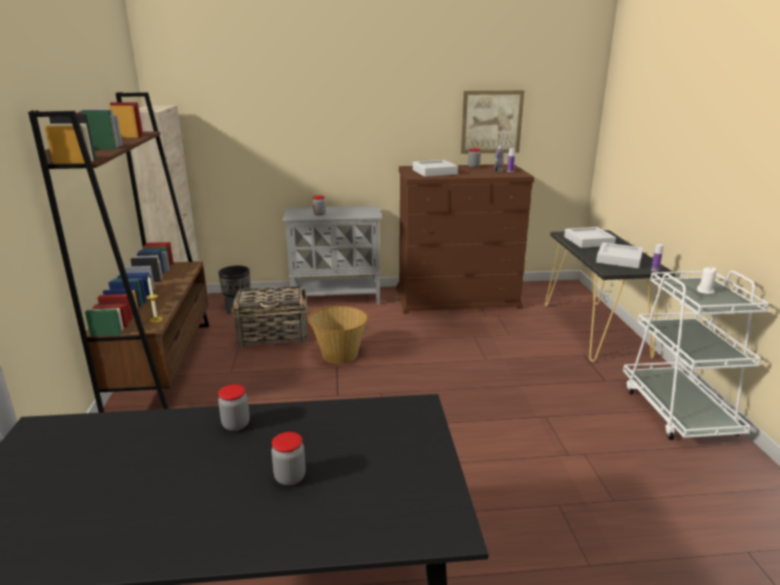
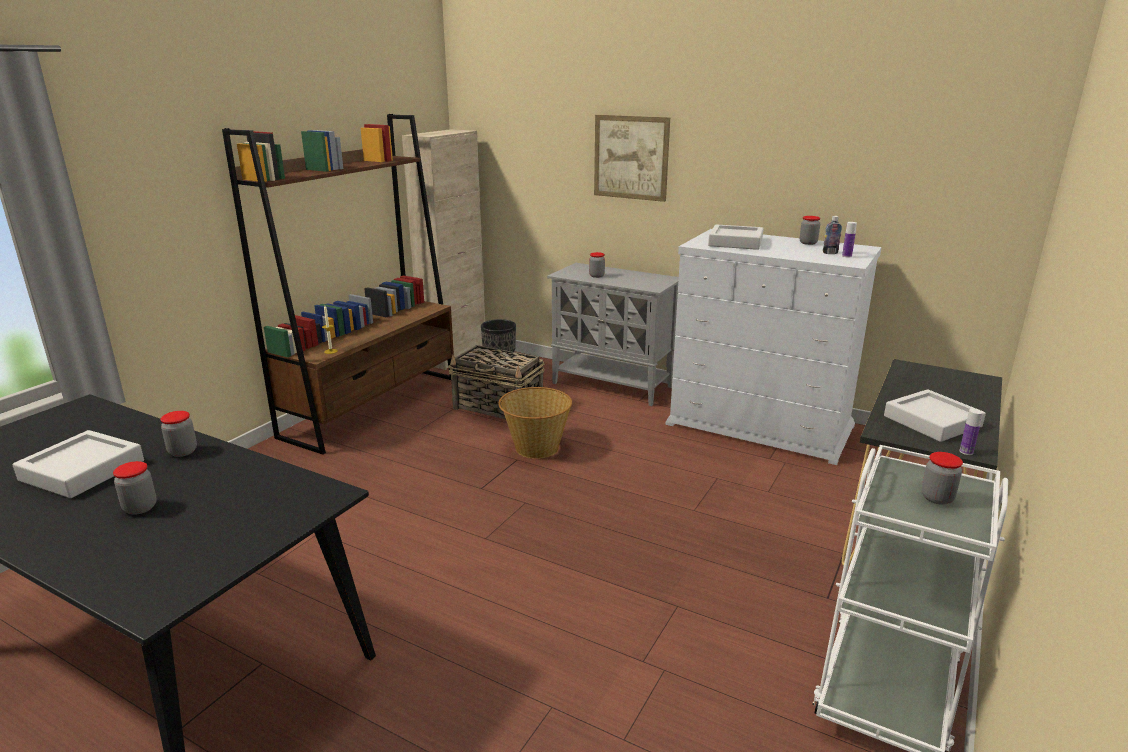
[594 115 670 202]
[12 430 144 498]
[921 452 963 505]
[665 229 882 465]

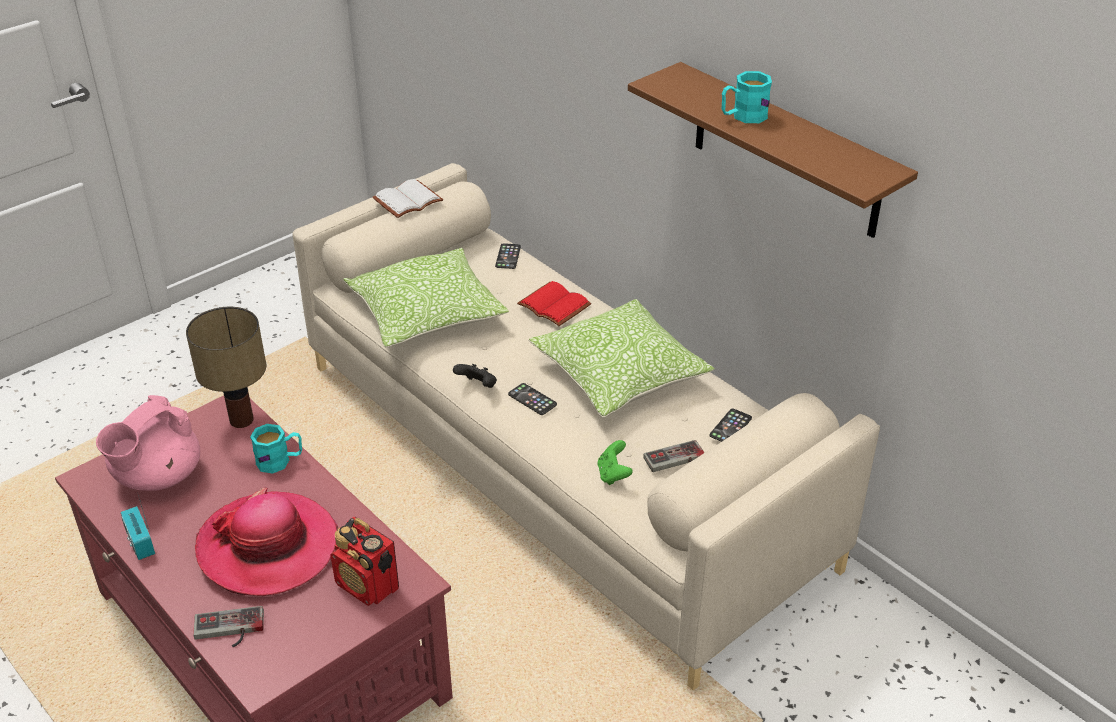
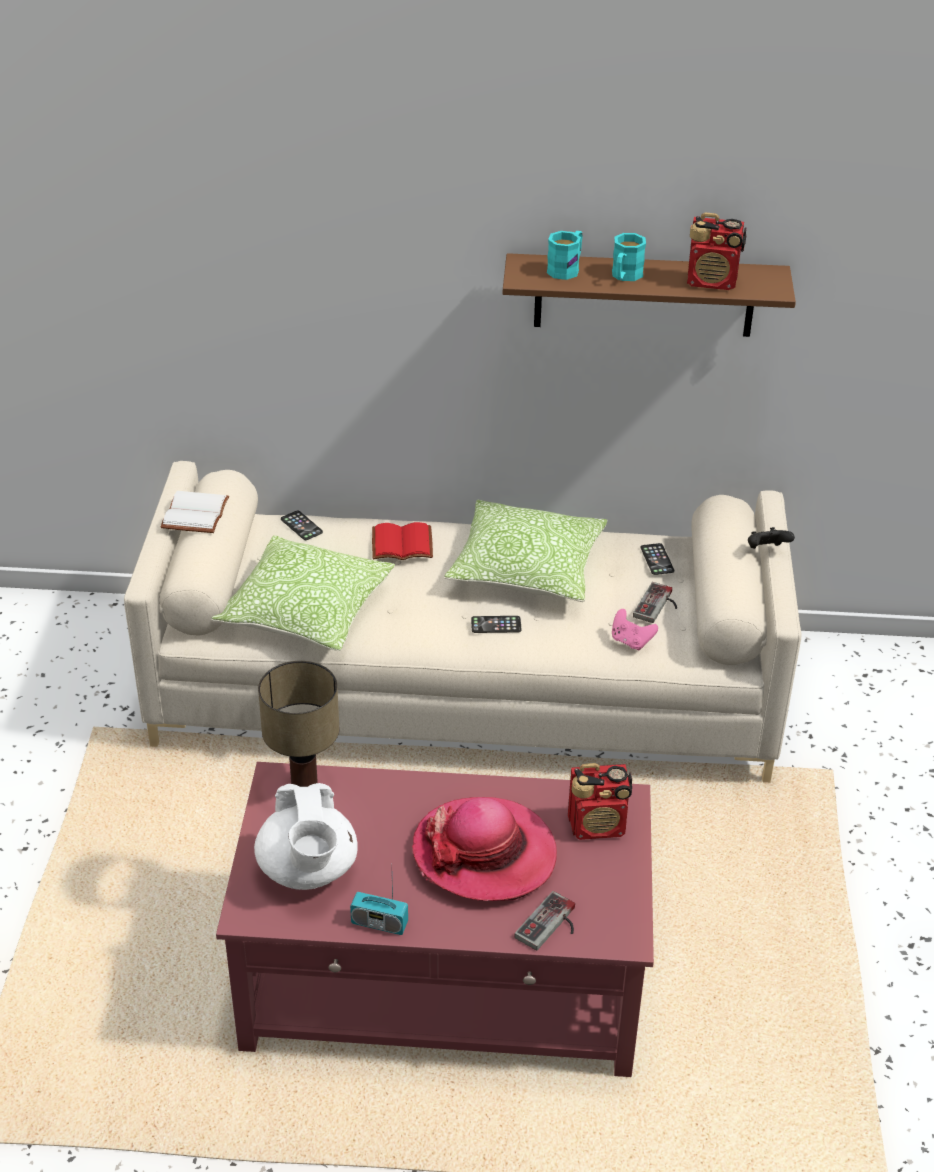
[687 212 747 290]
[547 231 583 280]
[748 527 795 549]
[254 783 358 890]
[612 609 658 650]

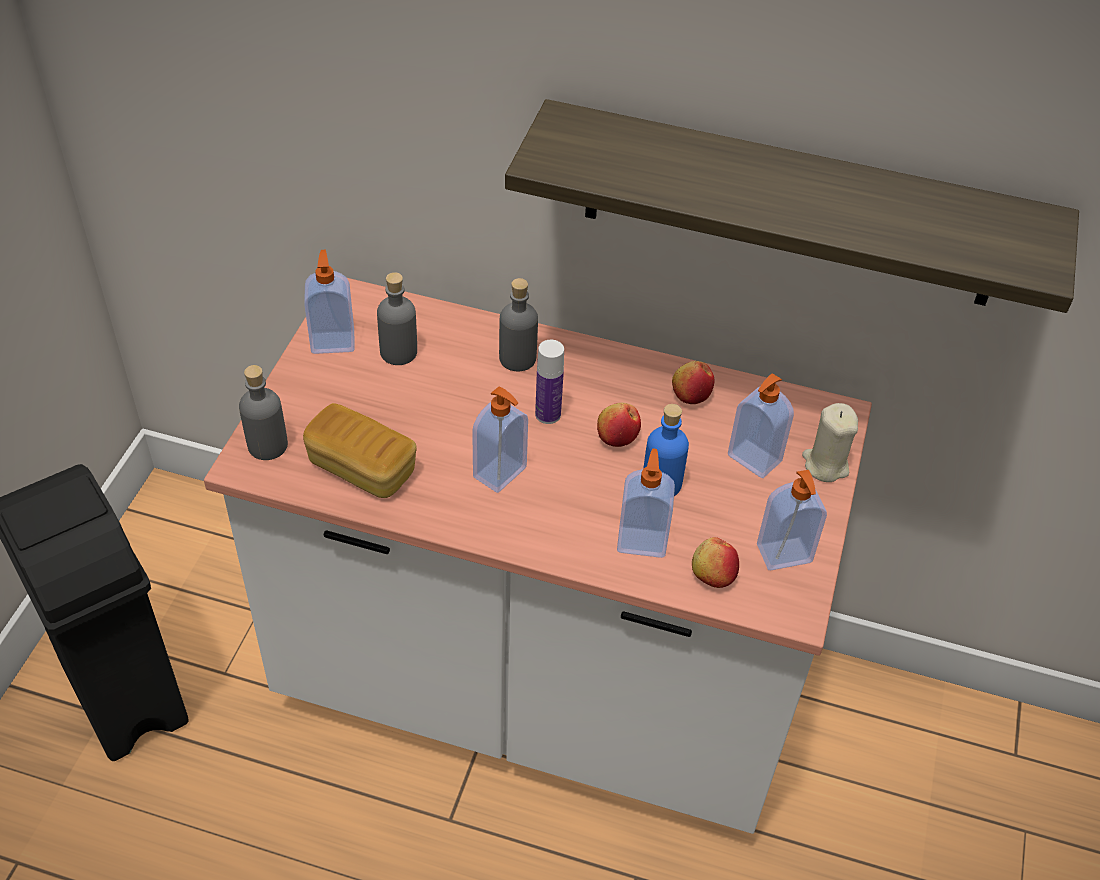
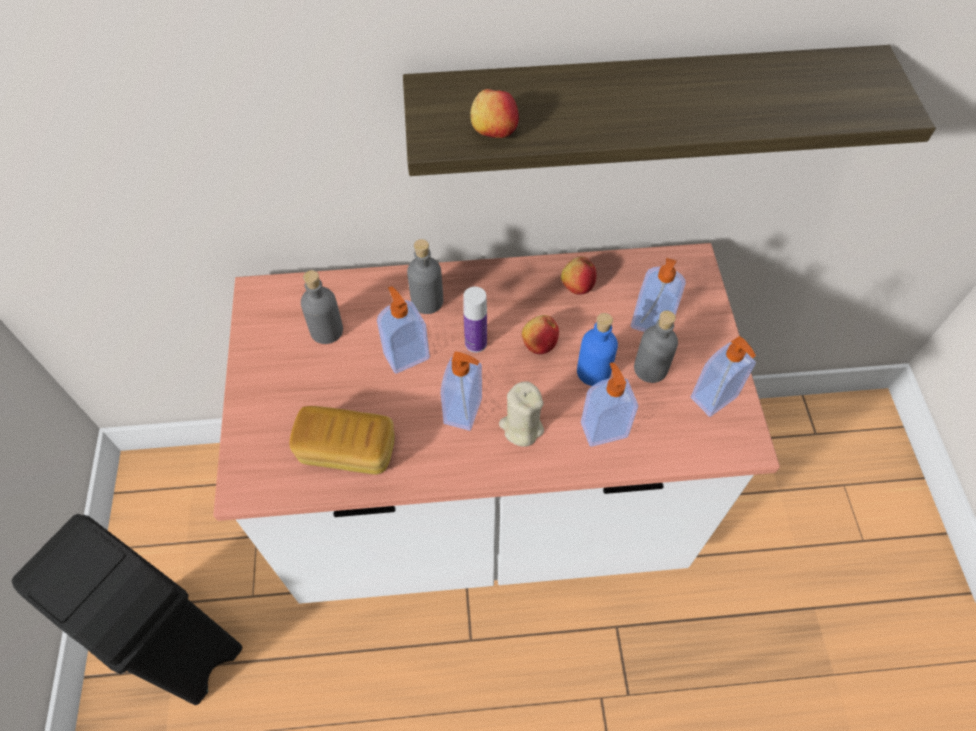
[634 311 678 383]
[377 286 430 374]
[470 89 519 138]
[499 381 544 447]

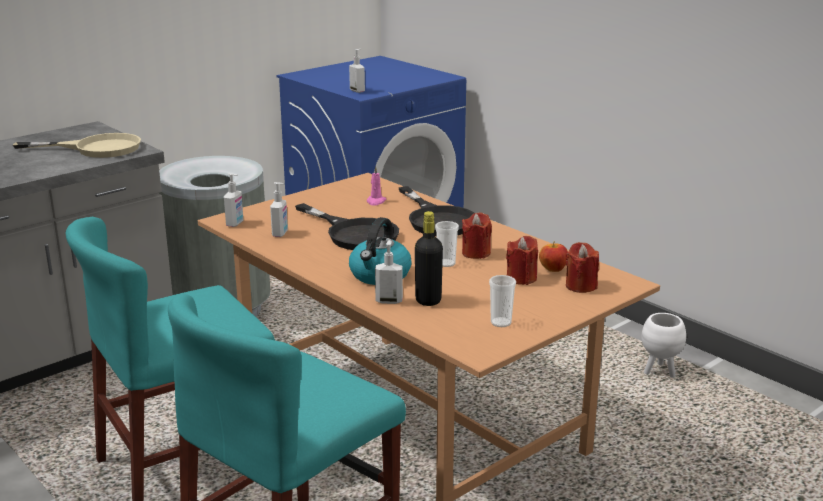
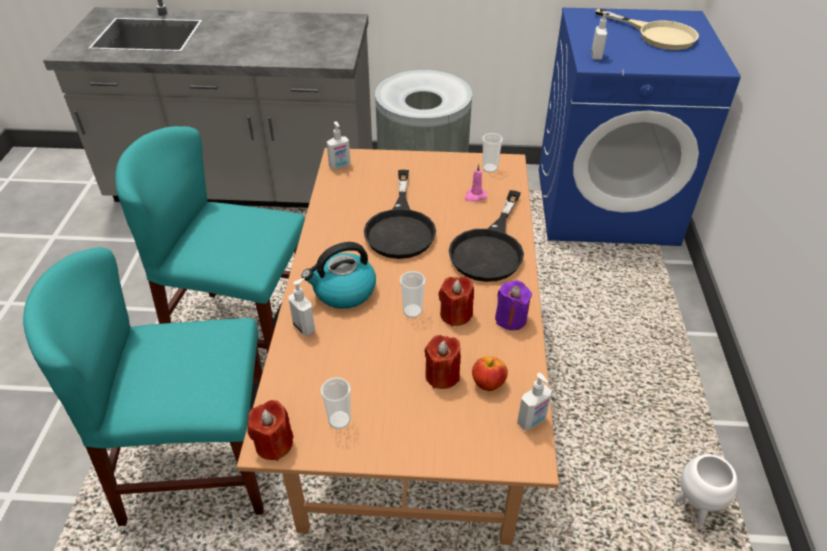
[415 211 443 306] (first image)
[482 133 503 173]
[495 280 532 330]
[595 9 699 50]
[517 373 552 430]
[248 400 294 461]

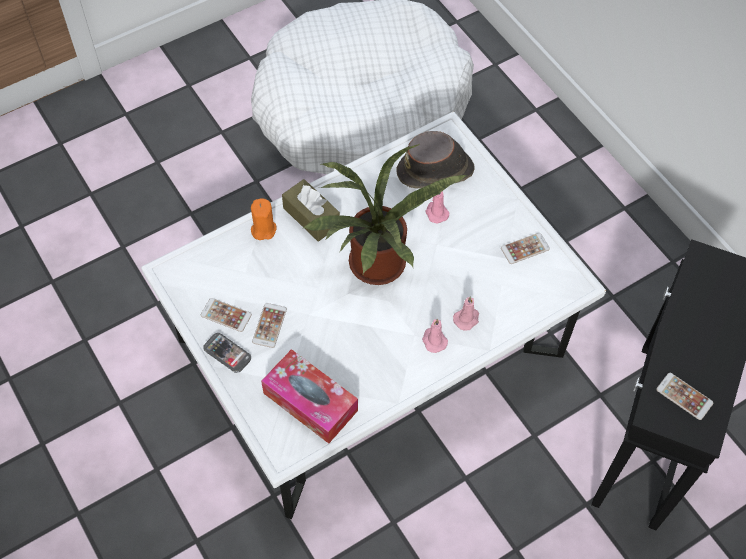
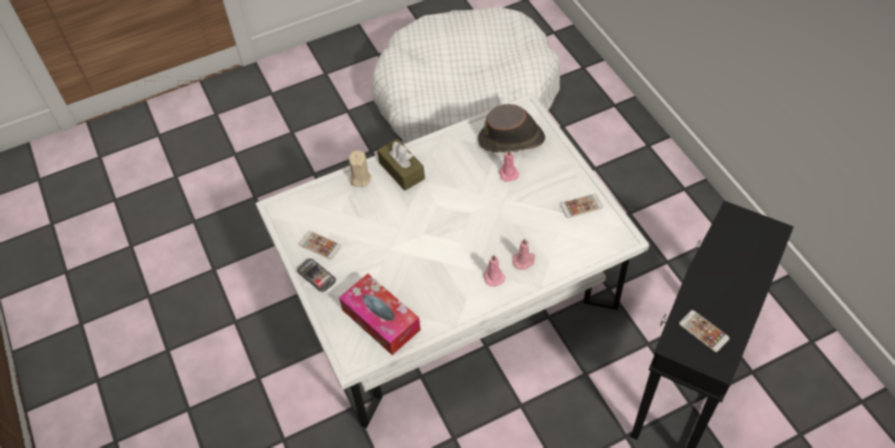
[252 303 287 348] (first image)
[302 144 467 285] (first image)
[348 150 371 187]

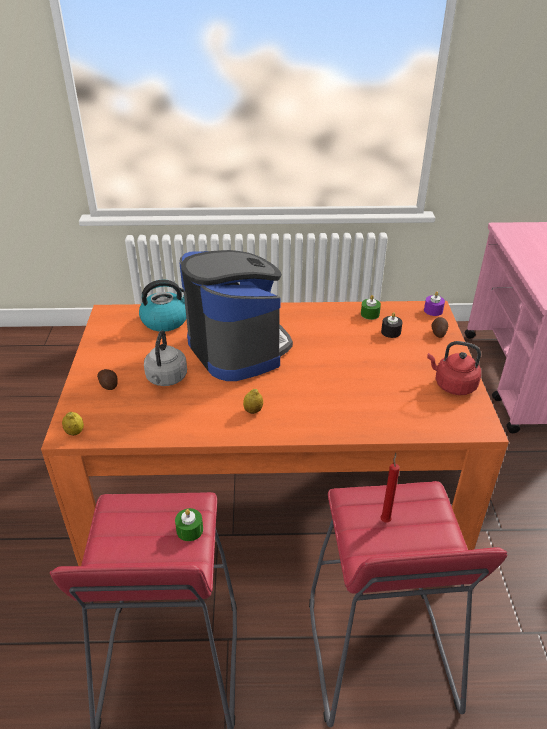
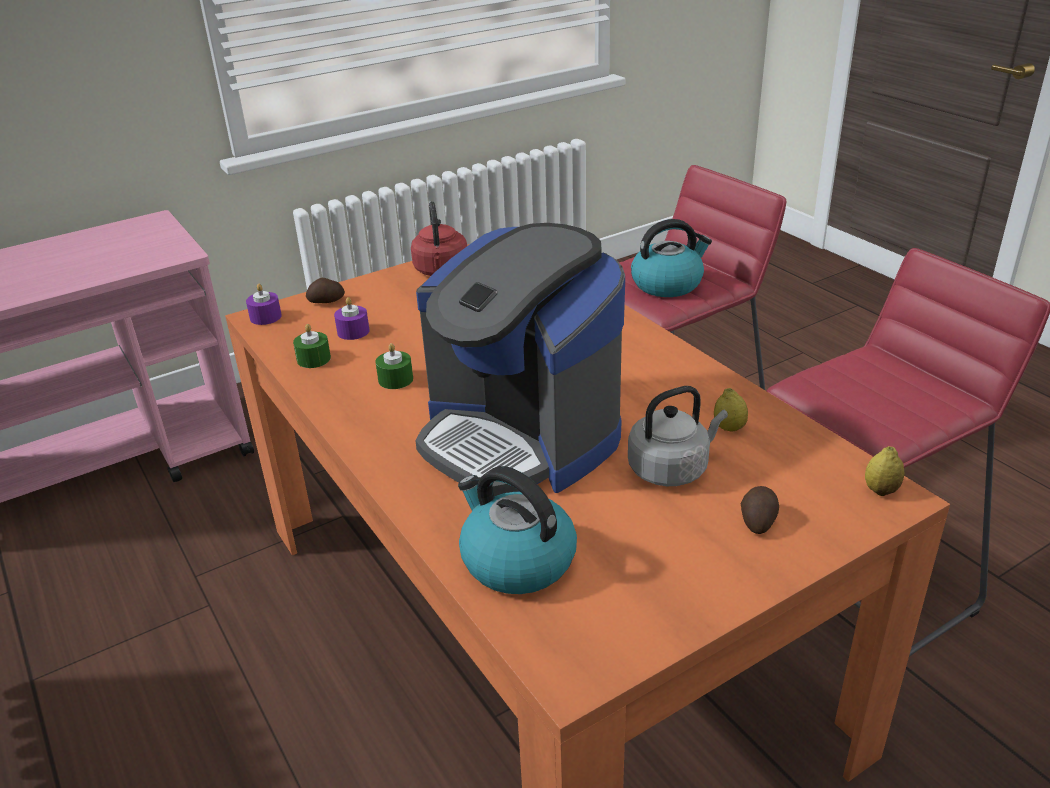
[375 343 413 389]
[714 388 748 432]
[631 219 712 297]
[334 297 369 340]
[415 223 625 496]

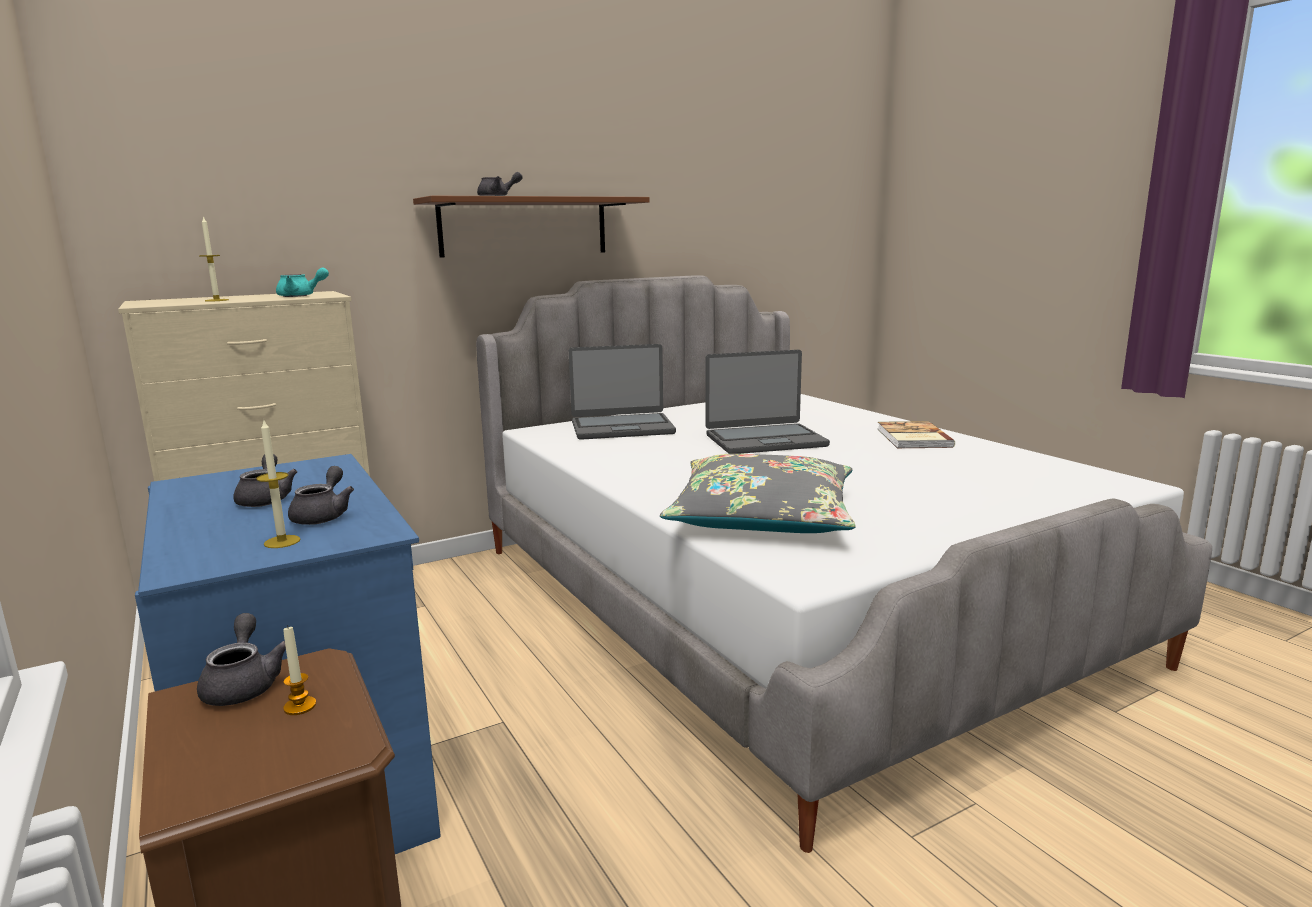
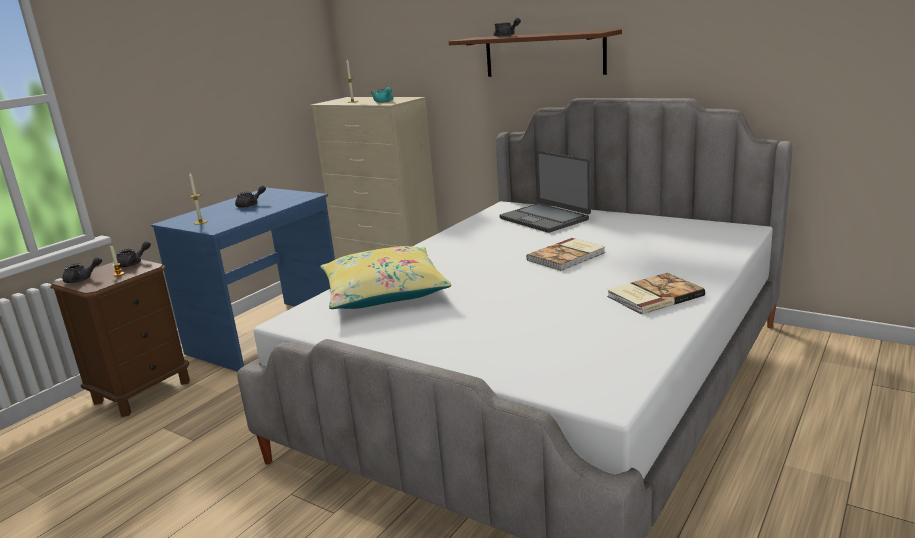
[62 257 102 283]
[526 238 606 271]
[320 246 451 309]

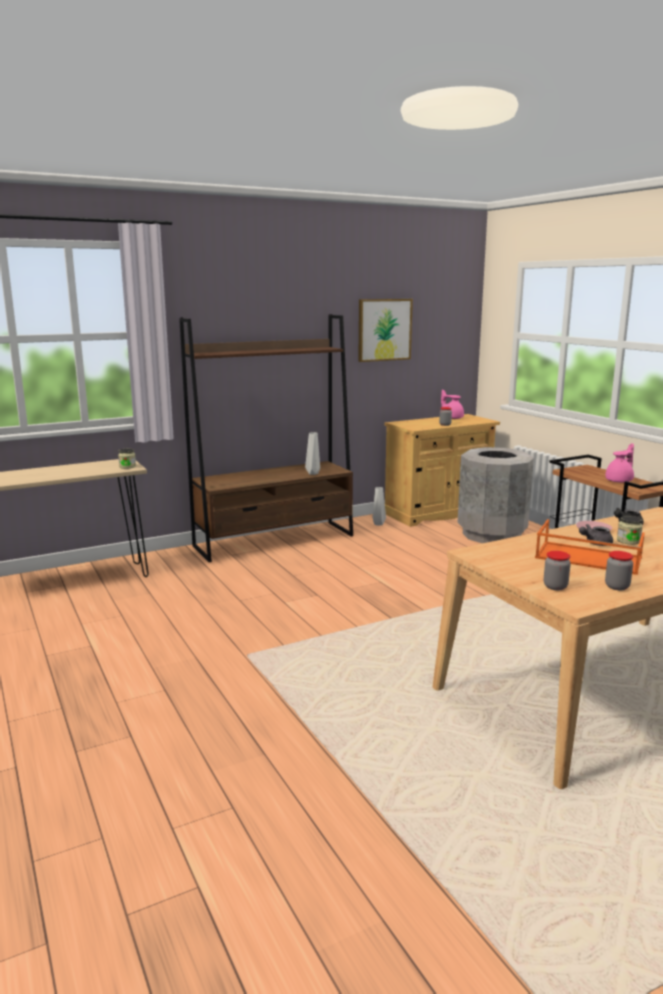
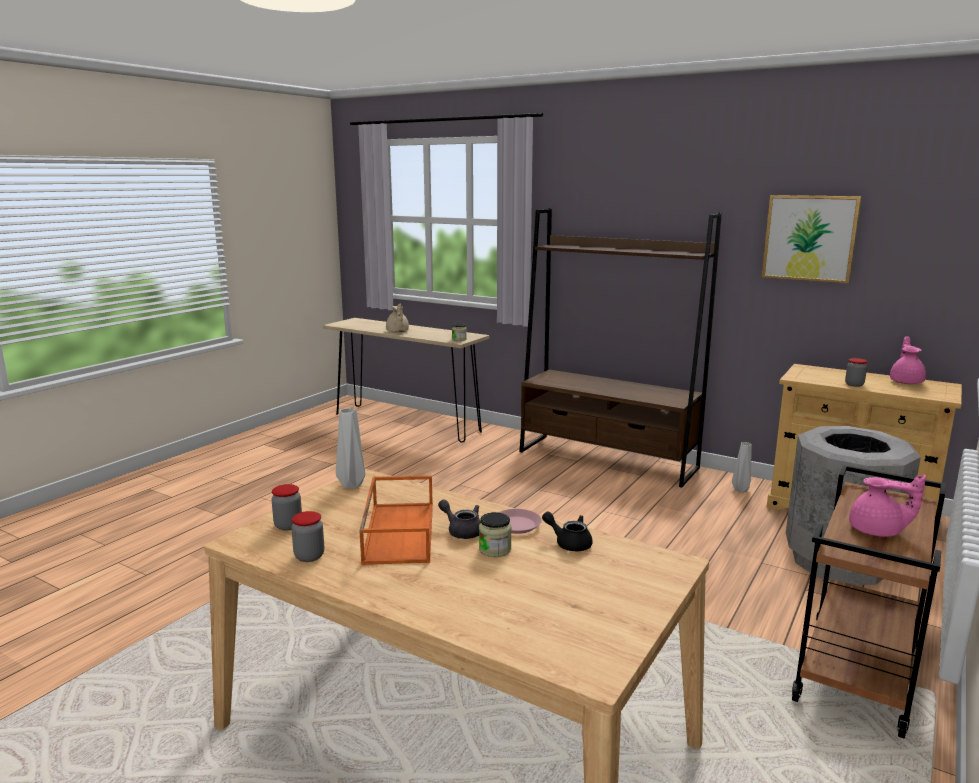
[386 304 409 332]
[336 408 365 489]

